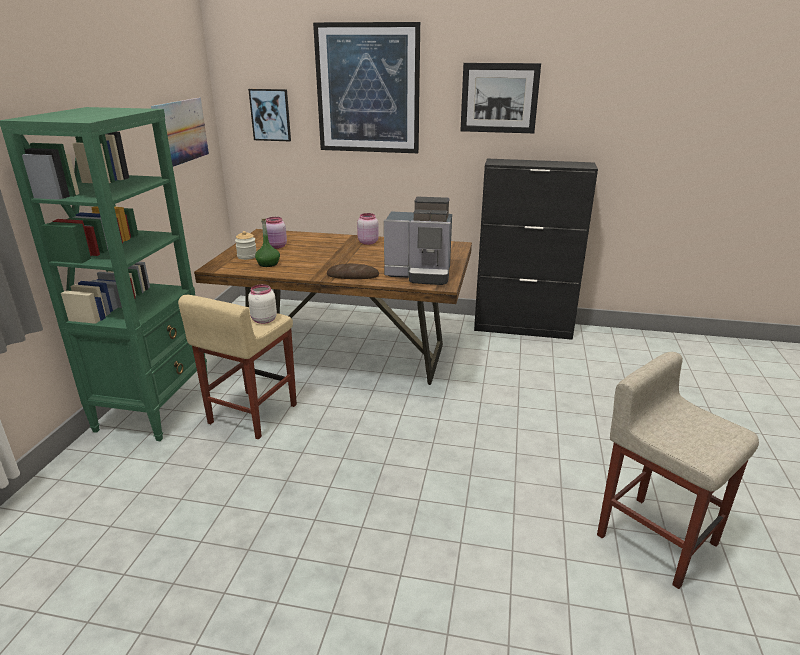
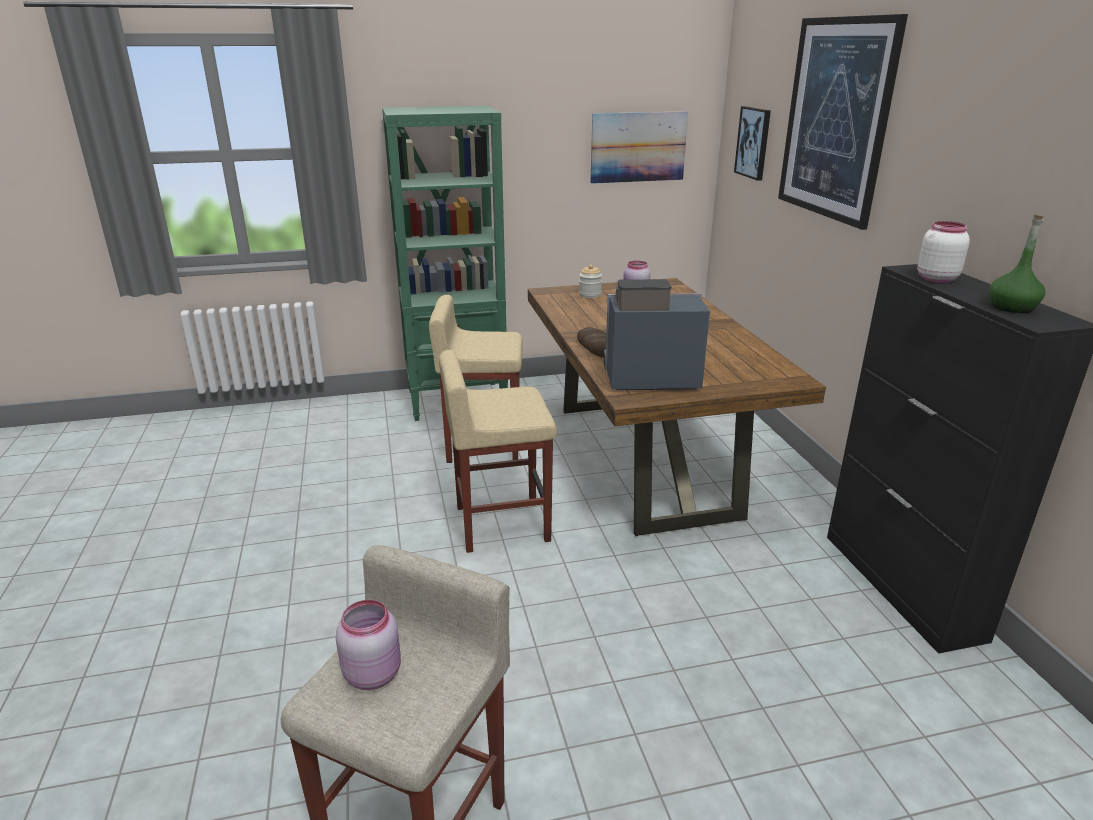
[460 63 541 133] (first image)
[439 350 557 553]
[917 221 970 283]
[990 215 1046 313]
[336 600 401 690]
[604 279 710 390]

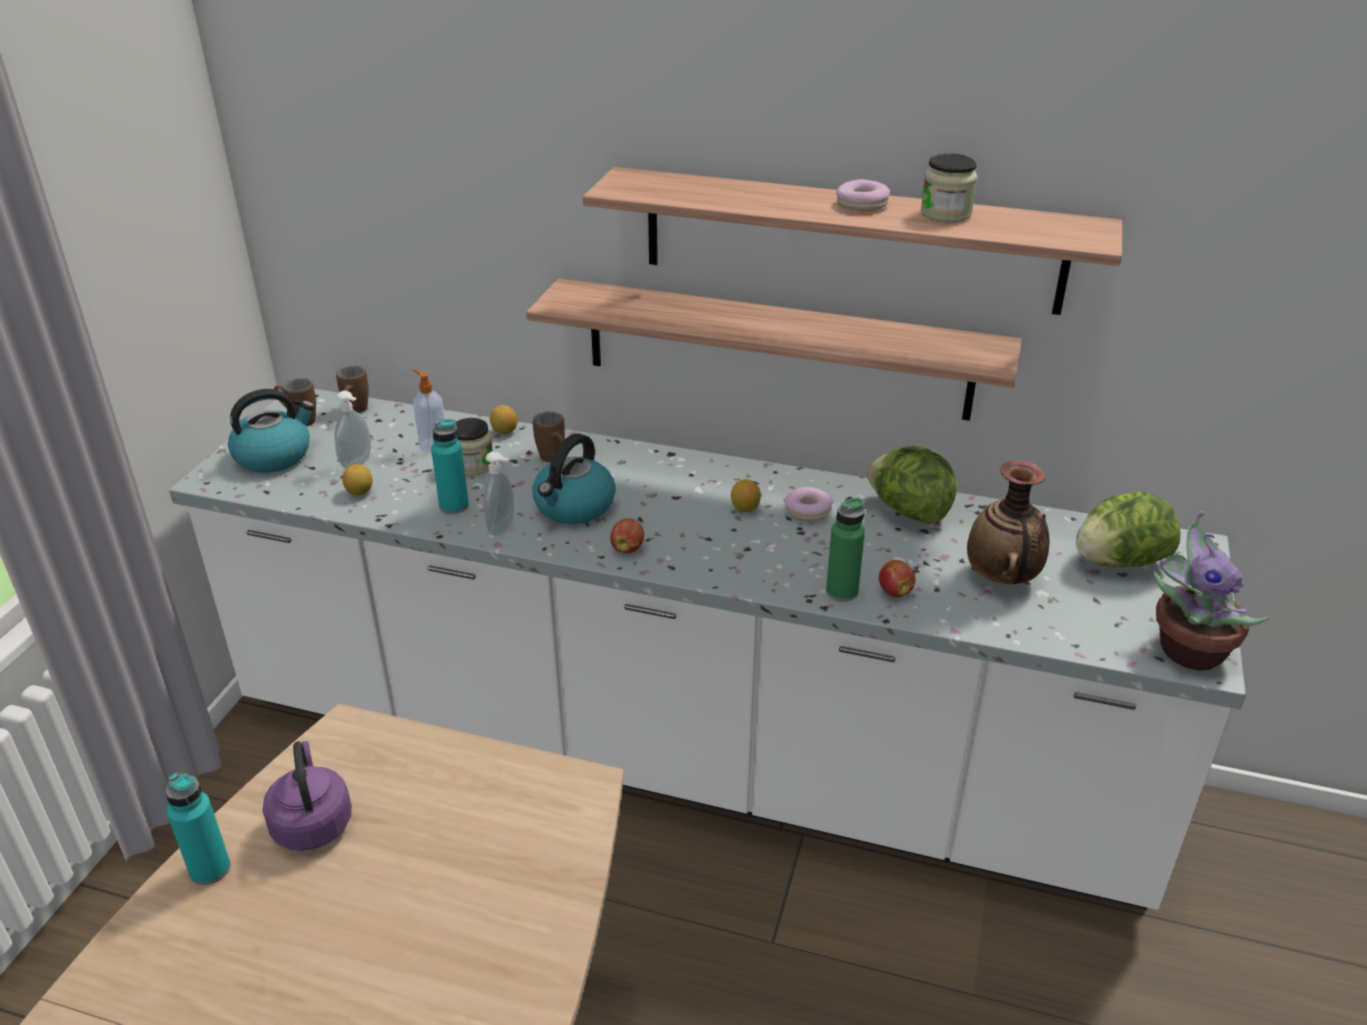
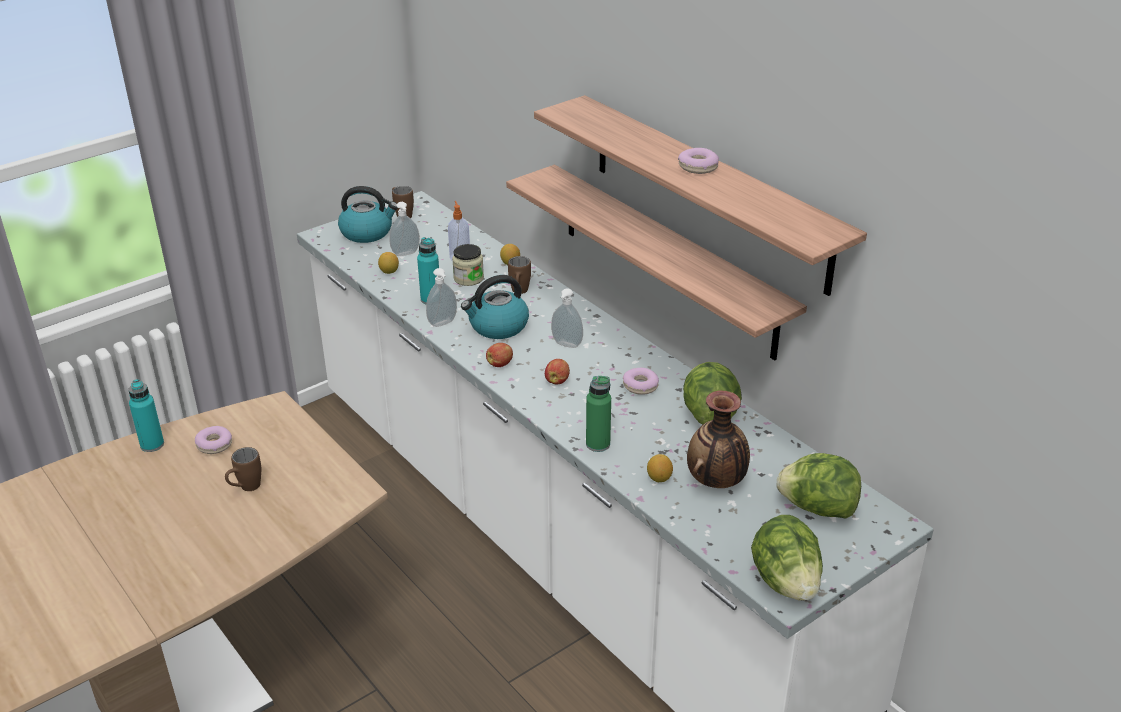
[921 153 978 223] (first image)
[551 289 583 348]
[225 447 261 491]
[647 454 673 482]
[545 359 570 384]
[195 426 232 454]
[751 515 823 601]

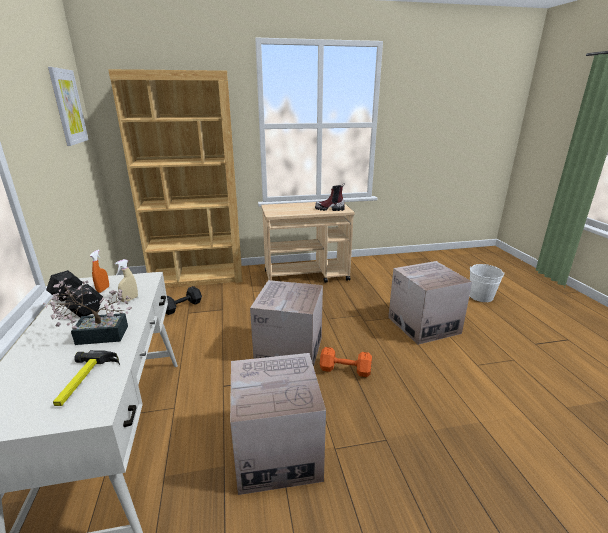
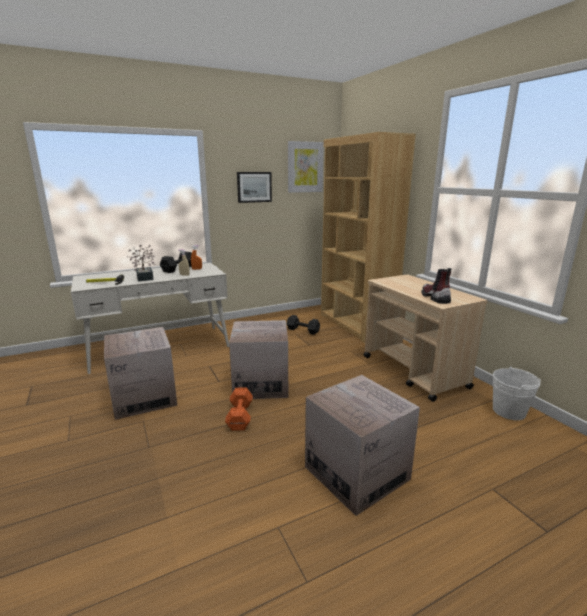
[237 172 272 203]
[493 366 541 420]

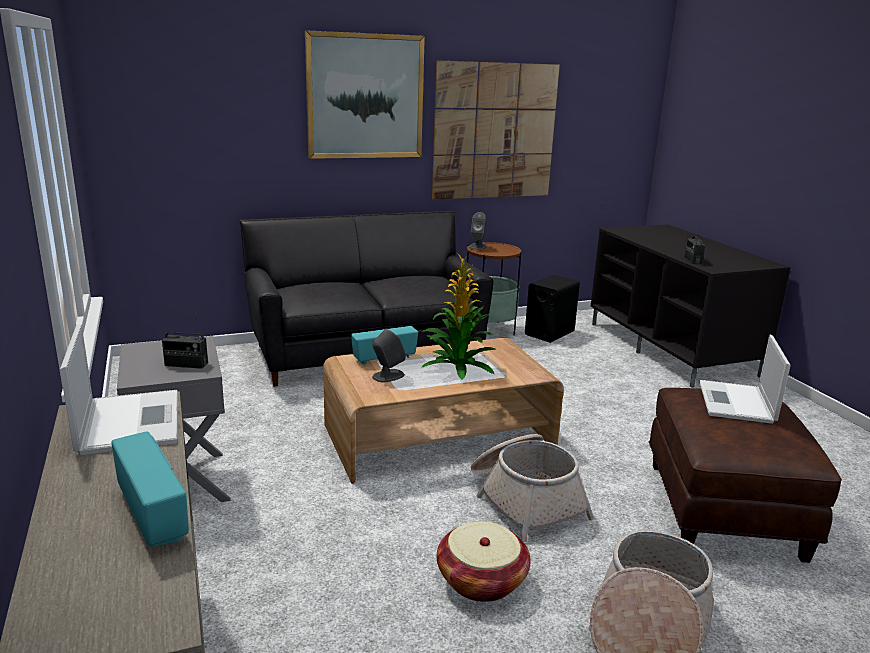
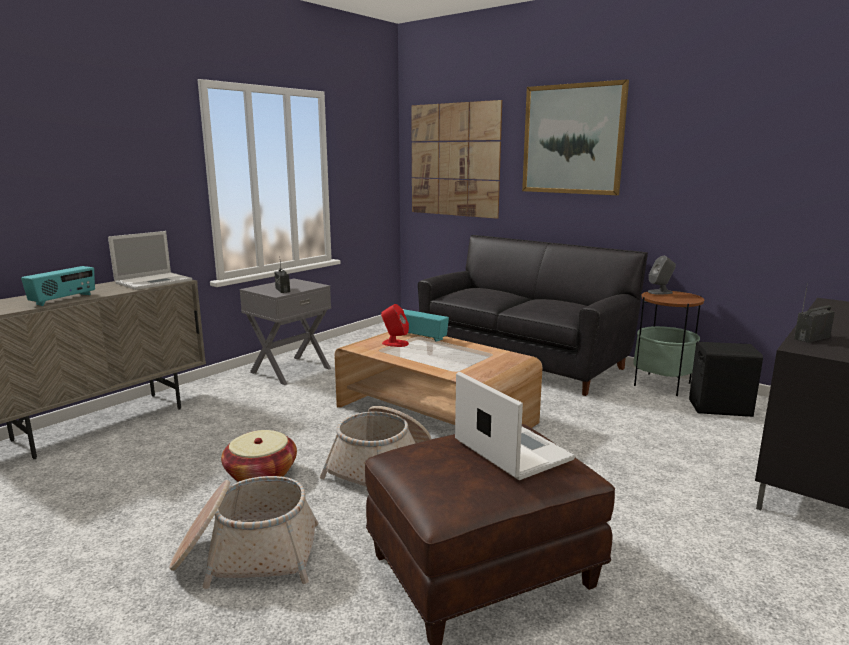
[421 253 495 379] (first image)
[411 100 502 219]
[381 304 409 347]
[455 372 575 480]

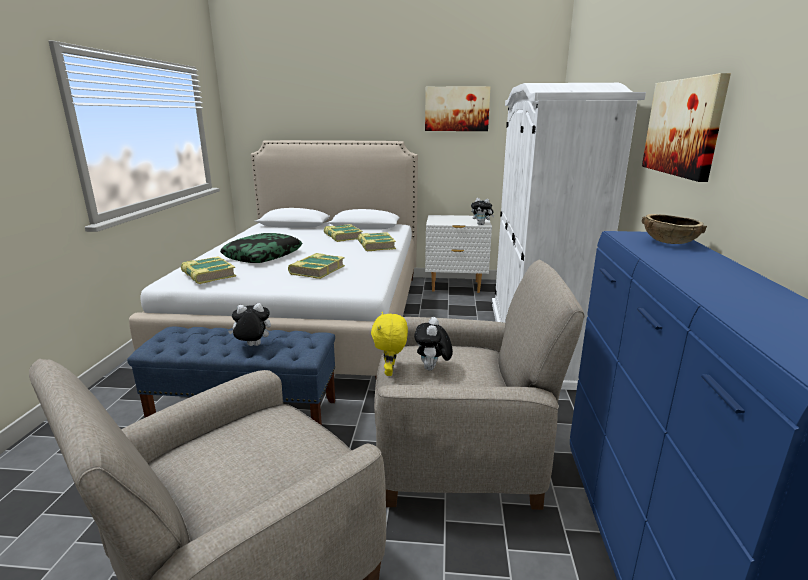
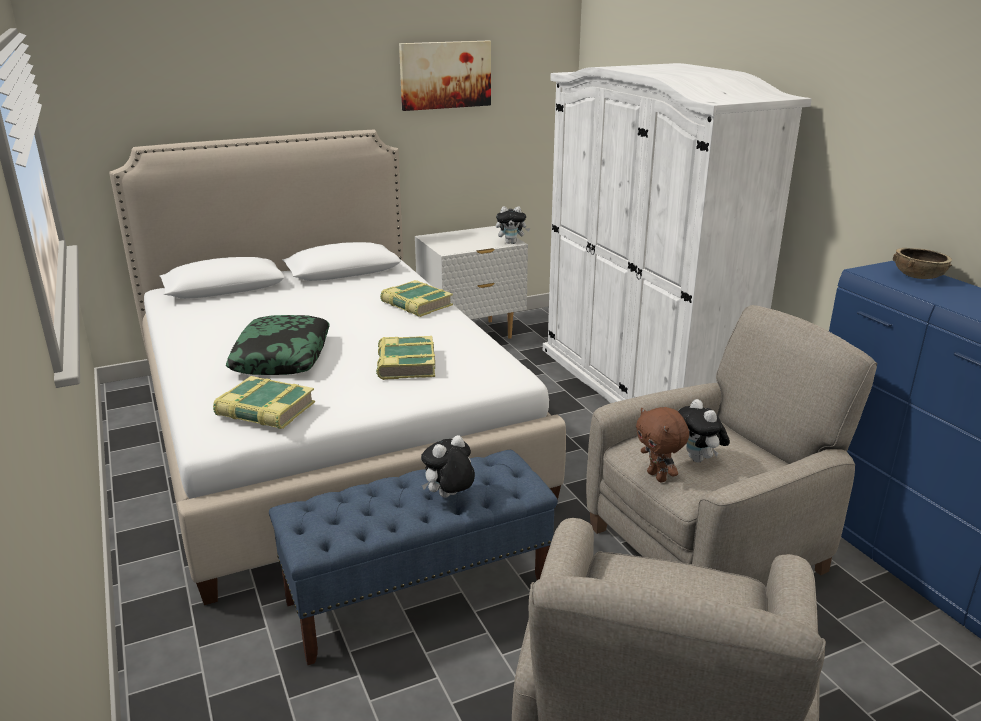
[324 224 363 242] (first image)
[642 73 731 182] (first image)
[636 407 689 482]

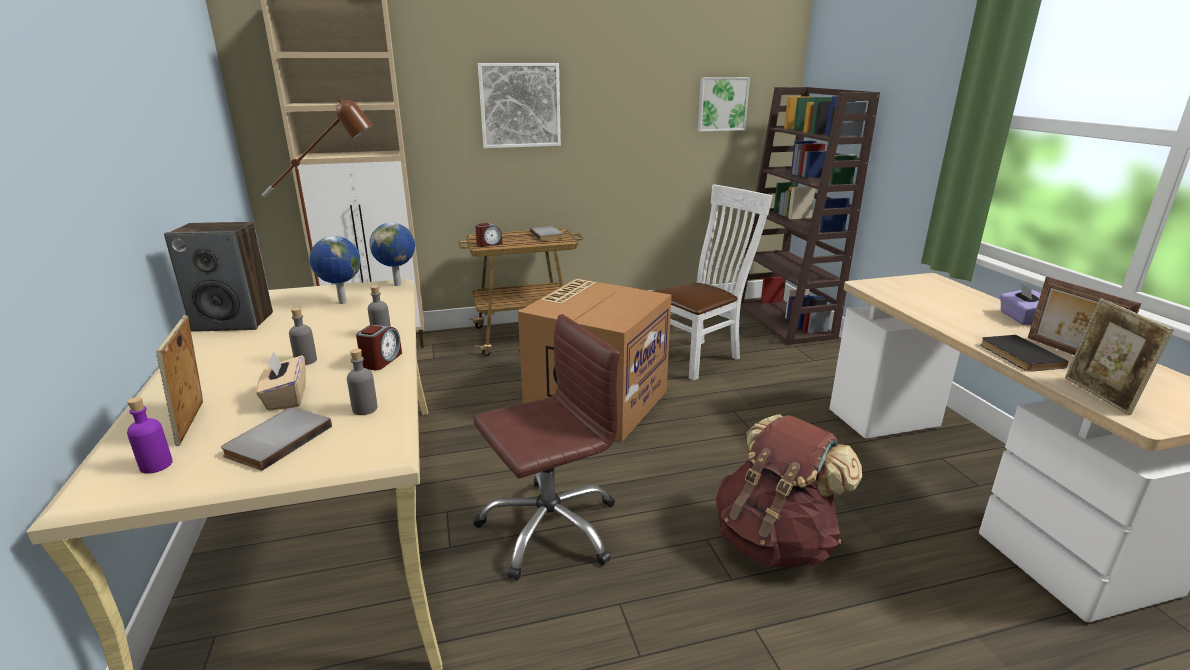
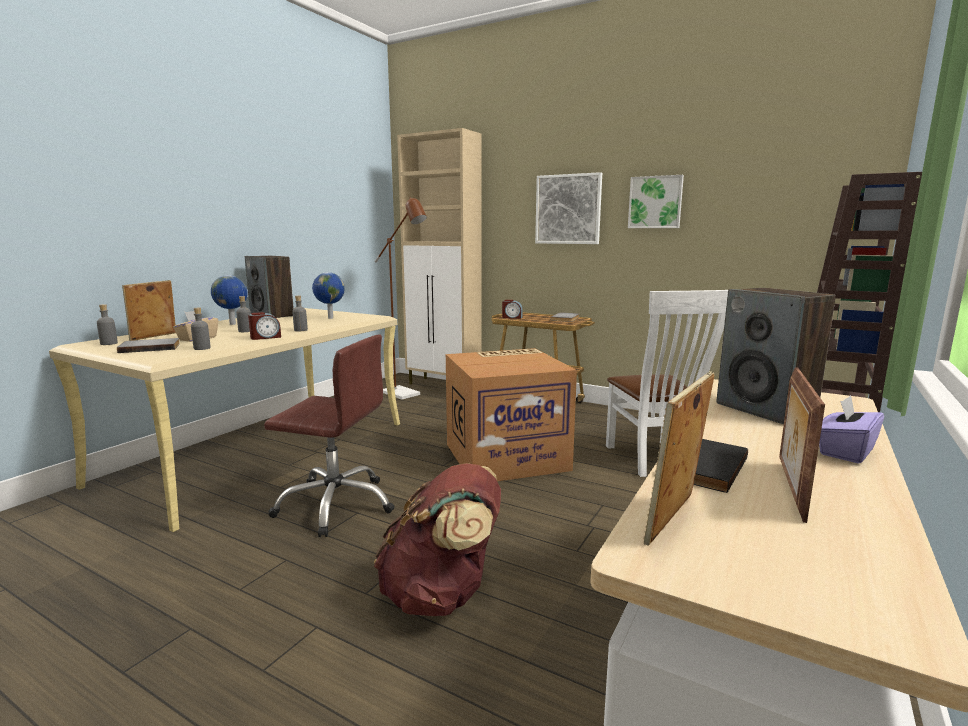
[716 288 836 424]
[211 275 248 325]
[628 175 684 228]
[97 304 118 345]
[606 290 728 477]

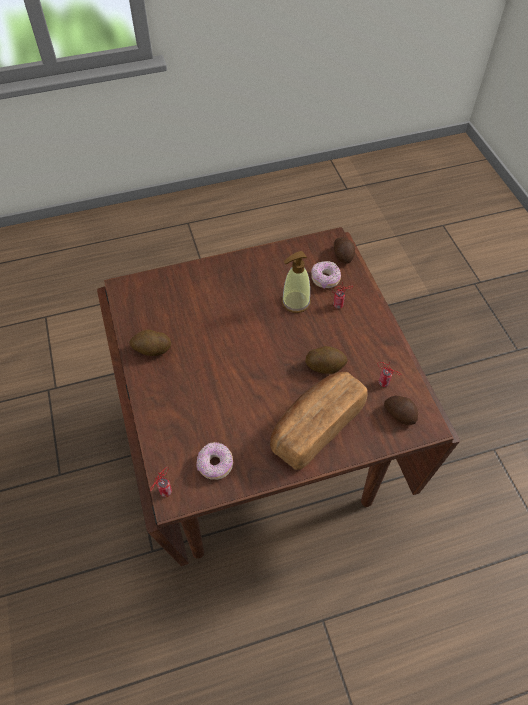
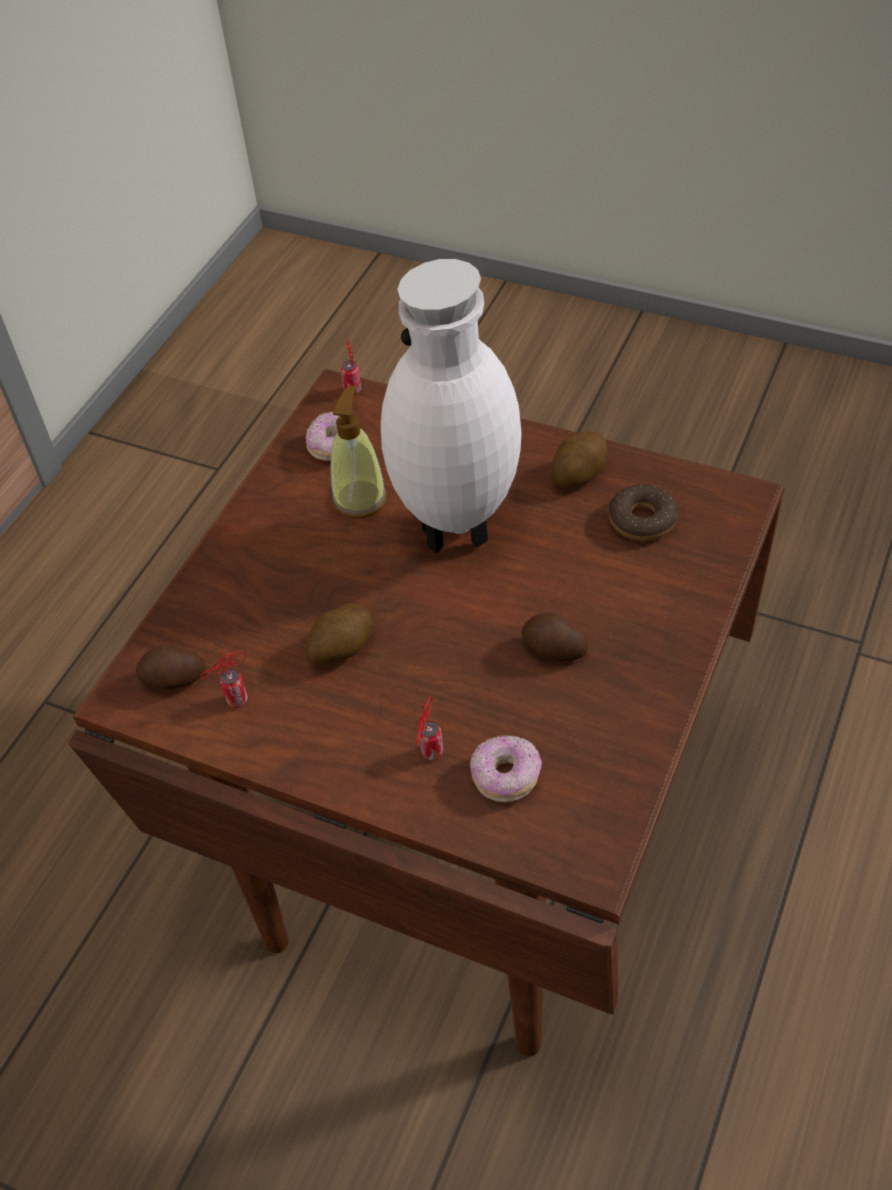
[270 372 367 470] (first image)
[381 259 522 554]
[609 484 678 541]
[331 386 387 518]
[522 613 589 661]

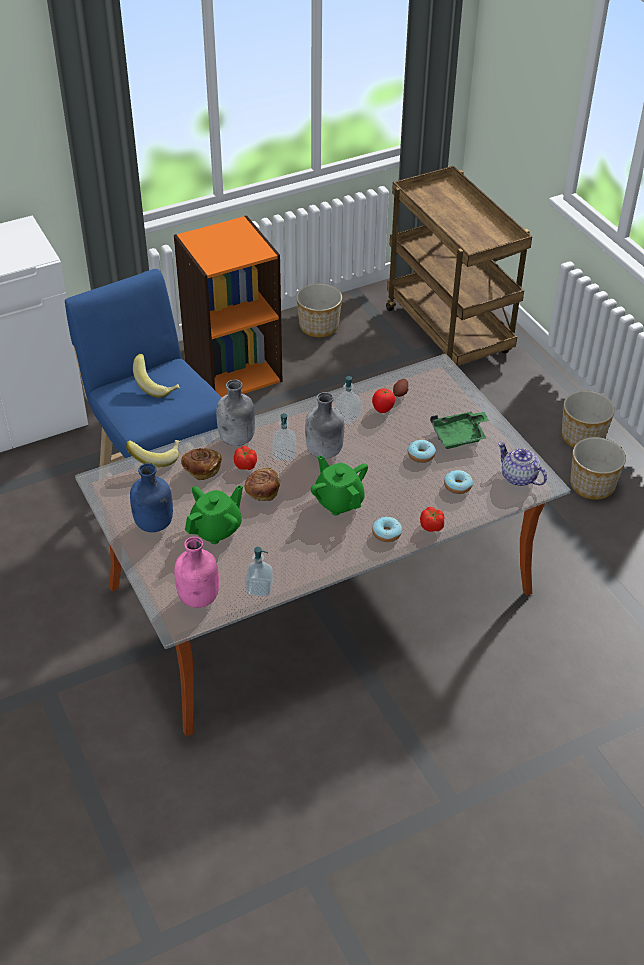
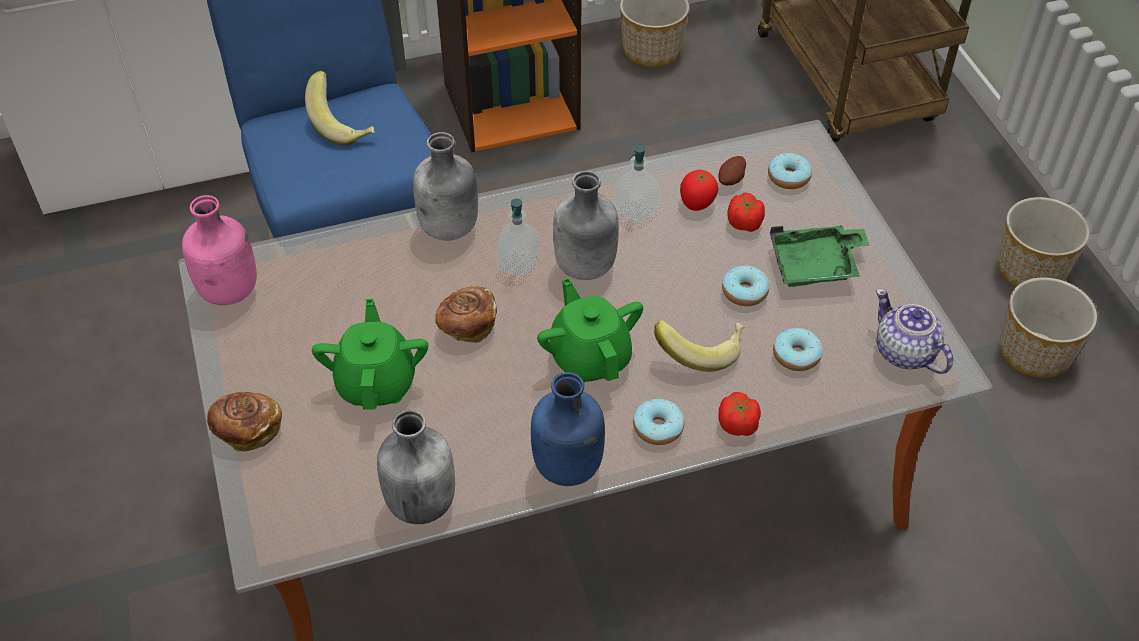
[768 153 812 189]
[654 320 744 372]
[531 372 605 486]
[182 195 257 305]
[207 392 282 452]
[728 192 765 232]
[377 410 455 524]
[312 298 428 410]

